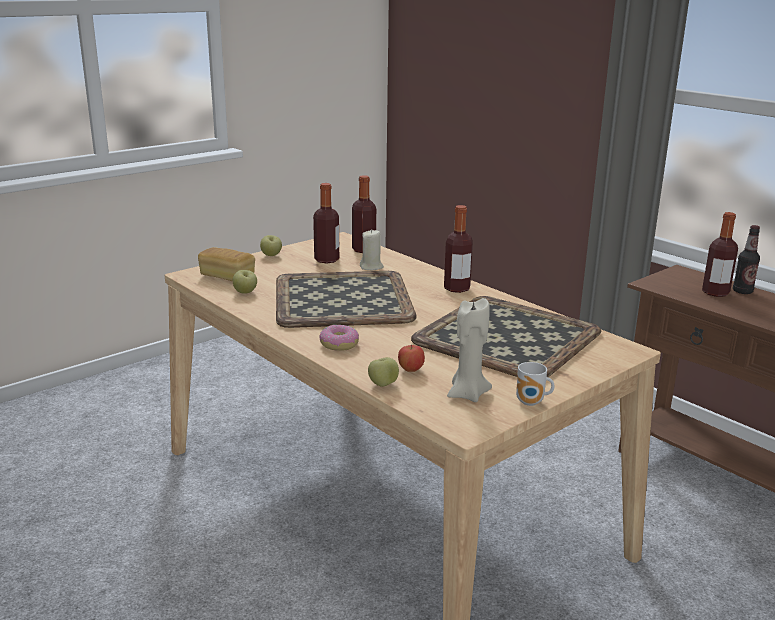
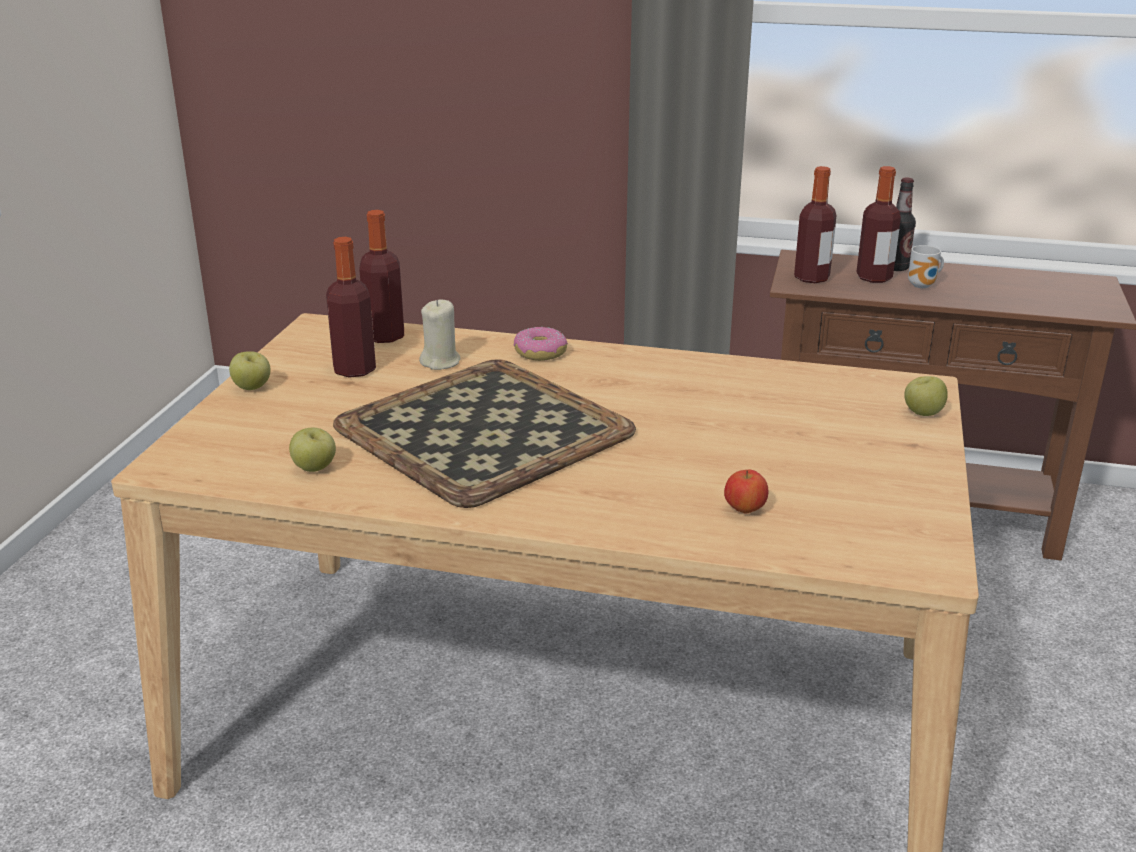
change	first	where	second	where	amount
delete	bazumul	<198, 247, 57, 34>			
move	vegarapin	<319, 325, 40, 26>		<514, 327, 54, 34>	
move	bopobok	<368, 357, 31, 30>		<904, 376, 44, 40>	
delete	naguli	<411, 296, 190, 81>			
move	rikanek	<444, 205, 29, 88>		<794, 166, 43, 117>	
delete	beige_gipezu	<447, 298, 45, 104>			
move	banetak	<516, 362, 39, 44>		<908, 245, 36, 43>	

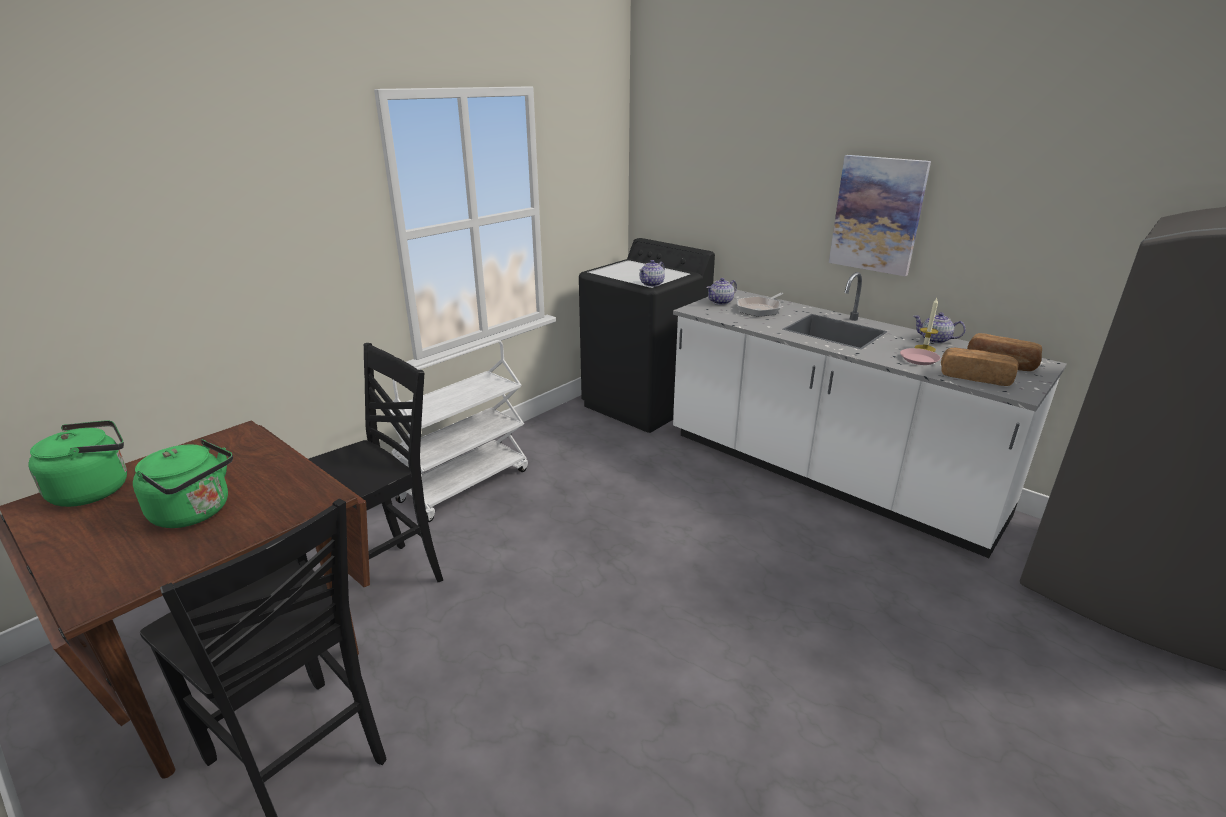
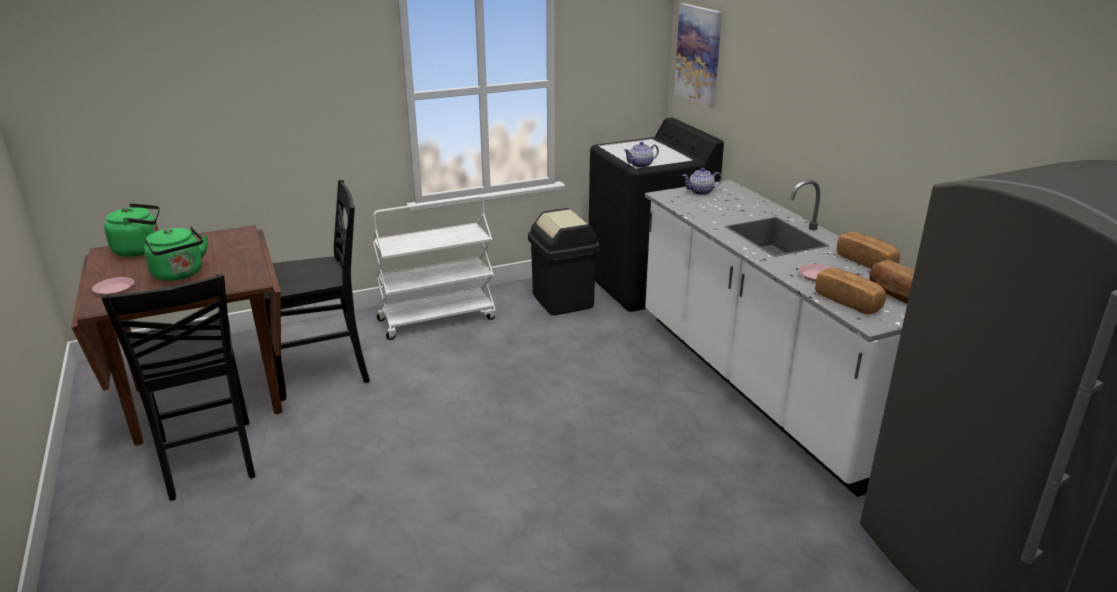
change	first	where	second	where	amount
delete	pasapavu	<737, 293, 46, 24>			
move	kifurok	<829, 155, 102, 121>		<674, 3, 48, 105>	
replace	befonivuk	<913, 312, 53, 32>	bazumul	<837, 231, 63, 38>	
delete	gipezu	<914, 298, 25, 54>			
insert			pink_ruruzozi	<92, 277, 42, 18>	
insert			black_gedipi	<528, 208, 71, 107>	

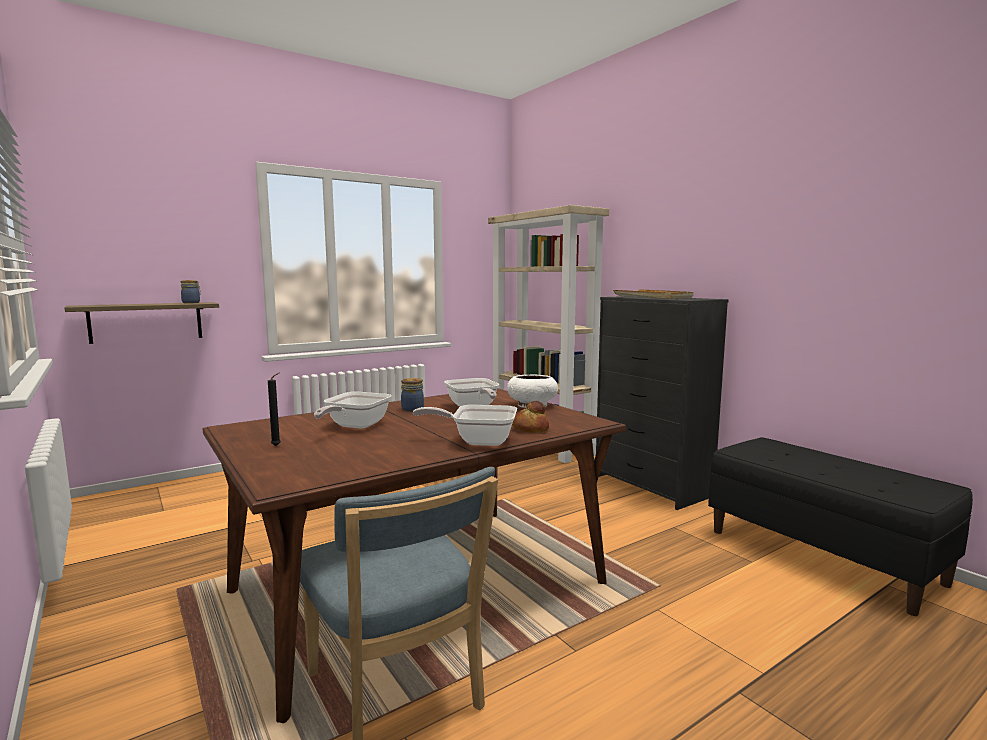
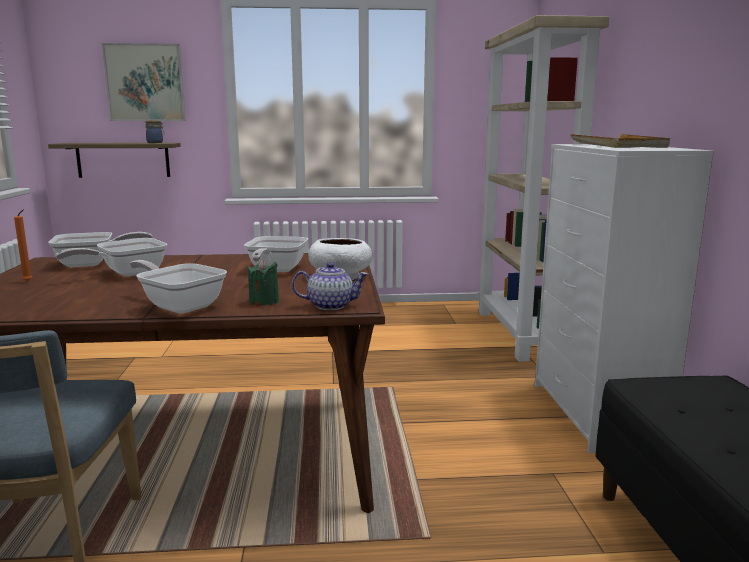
change	first	where	second	where	amount
recolor	black_gipezu	<268, 372, 13, 74>	orange_gipezu	<14, 210, 18, 71>	
delete	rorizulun	<401, 378, 23, 34>			
replace	bazumul	<512, 401, 37, 32>	green_gipezu	<248, 259, 31, 46>	
recolor	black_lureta	<596, 296, 133, 214>	white_lureta	<535, 144, 179, 309>	
insert			pasapavu	<48, 232, 104, 35>	
insert			kifurok	<102, 43, 84, 78>	
insert			befonivuk	<292, 262, 76, 48>	

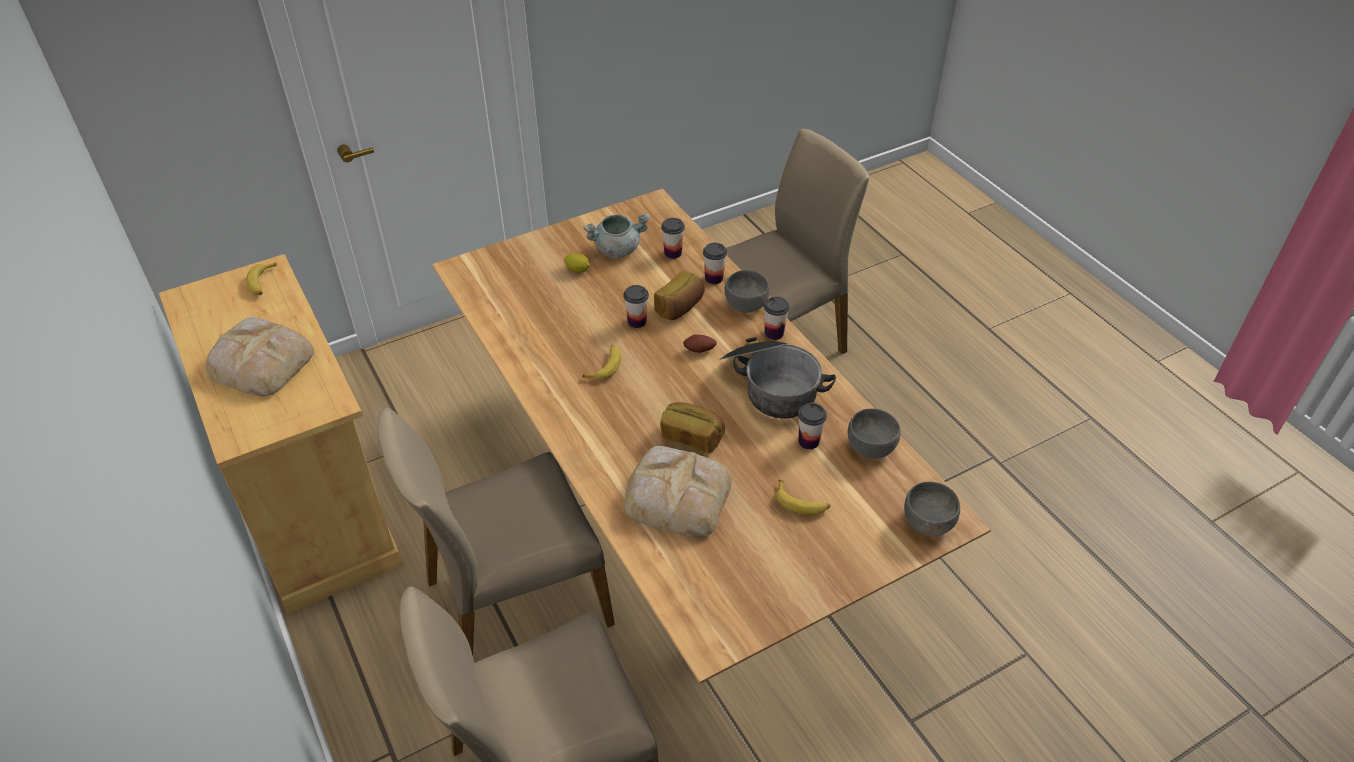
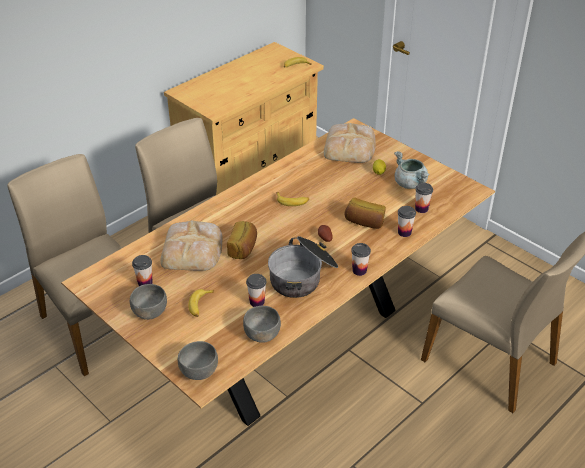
change	first	where	second	where	amount
move	bazumul	<205, 317, 109, 79>		<324, 123, 52, 40>	
move	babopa	<623, 285, 26, 43>		<132, 255, 21, 31>	
move	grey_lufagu	<724, 270, 46, 43>		<130, 284, 37, 36>	

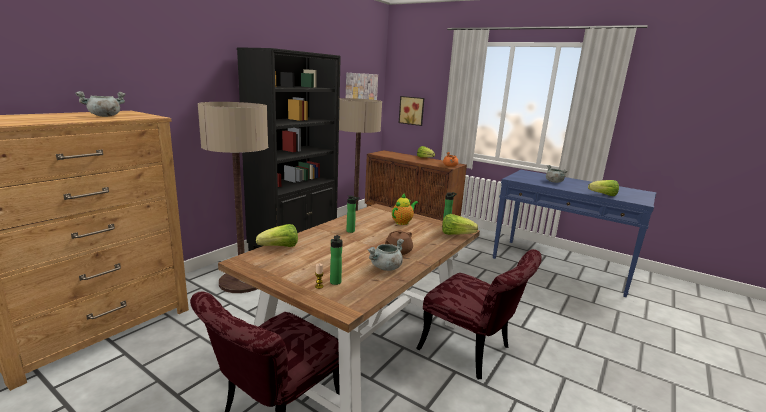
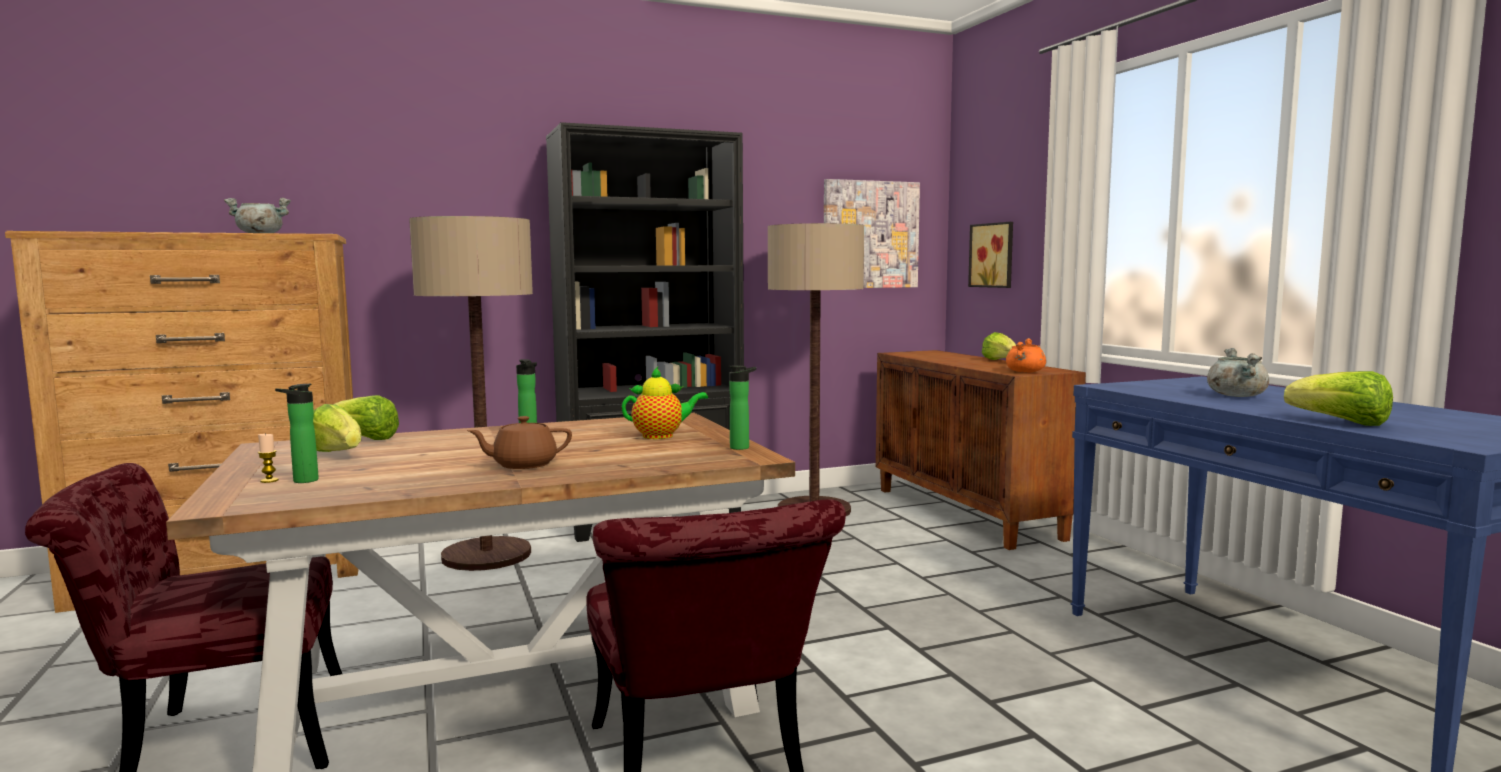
change	first	where	second	where	amount
delete	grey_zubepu	<367, 239, 37, 32>			
move	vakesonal	<442, 214, 36, 21>		<313, 404, 48, 48>	

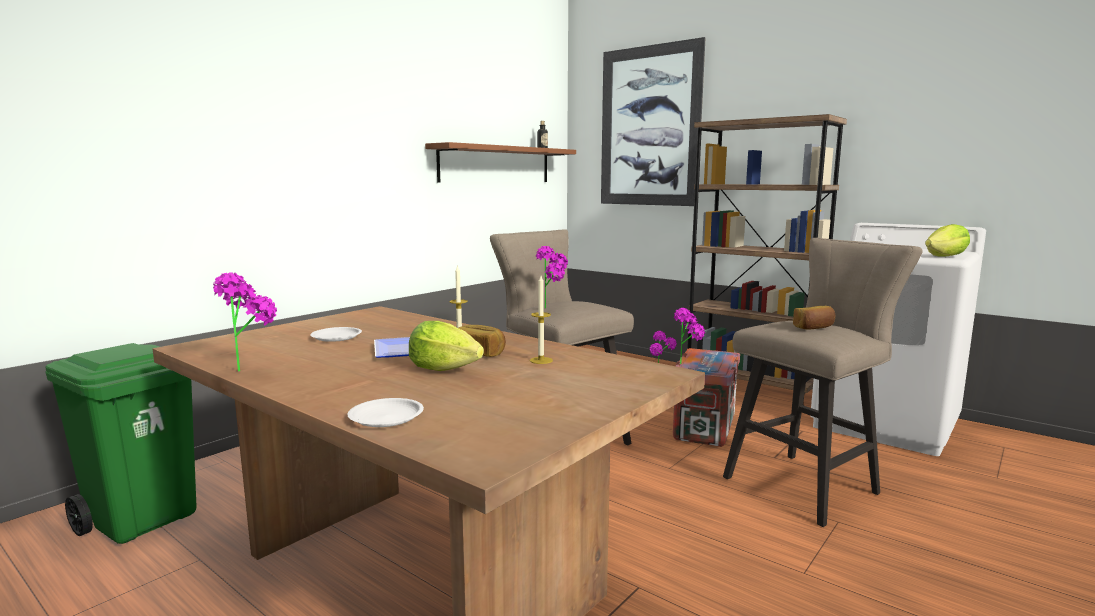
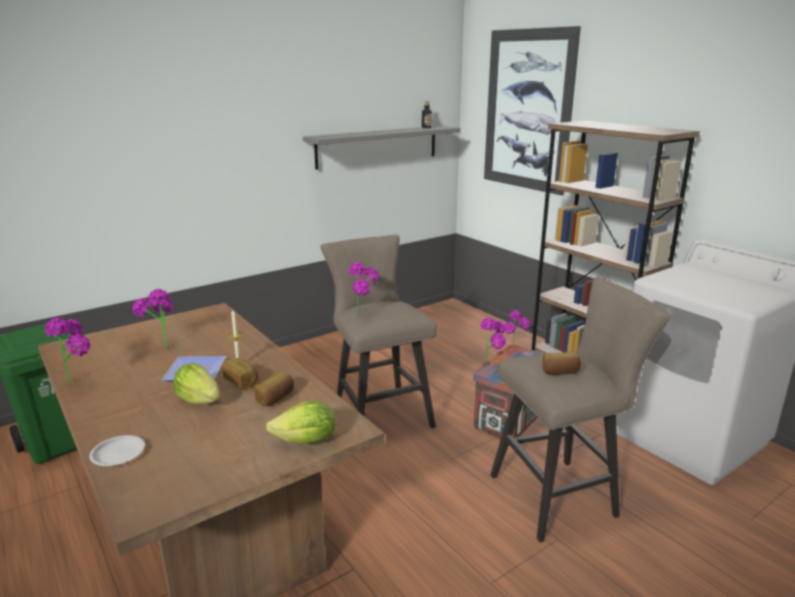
change	first	where	second	where	amount
replace	white_ruruzozi	<310, 327, 52, 15>	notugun	<132, 289, 42, 59>	
recolor	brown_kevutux	<425, 142, 151, 40>	grey_kevutux	<303, 126, 158, 44>	
replace	gipezu	<530, 276, 23, 88>	bazumul	<254, 372, 40, 34>	
move	vakesonal	<925, 224, 45, 33>		<266, 401, 70, 43>	

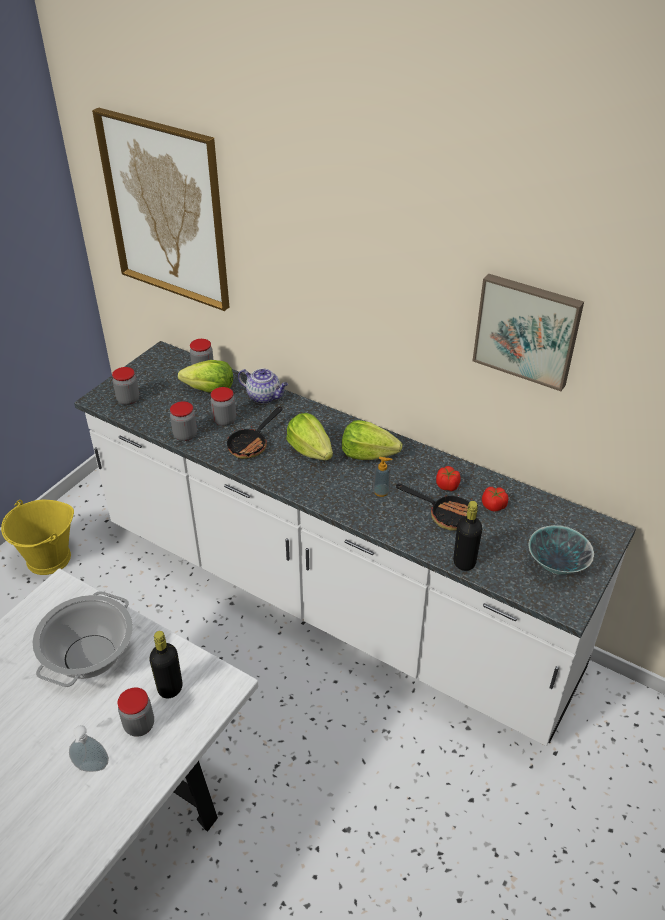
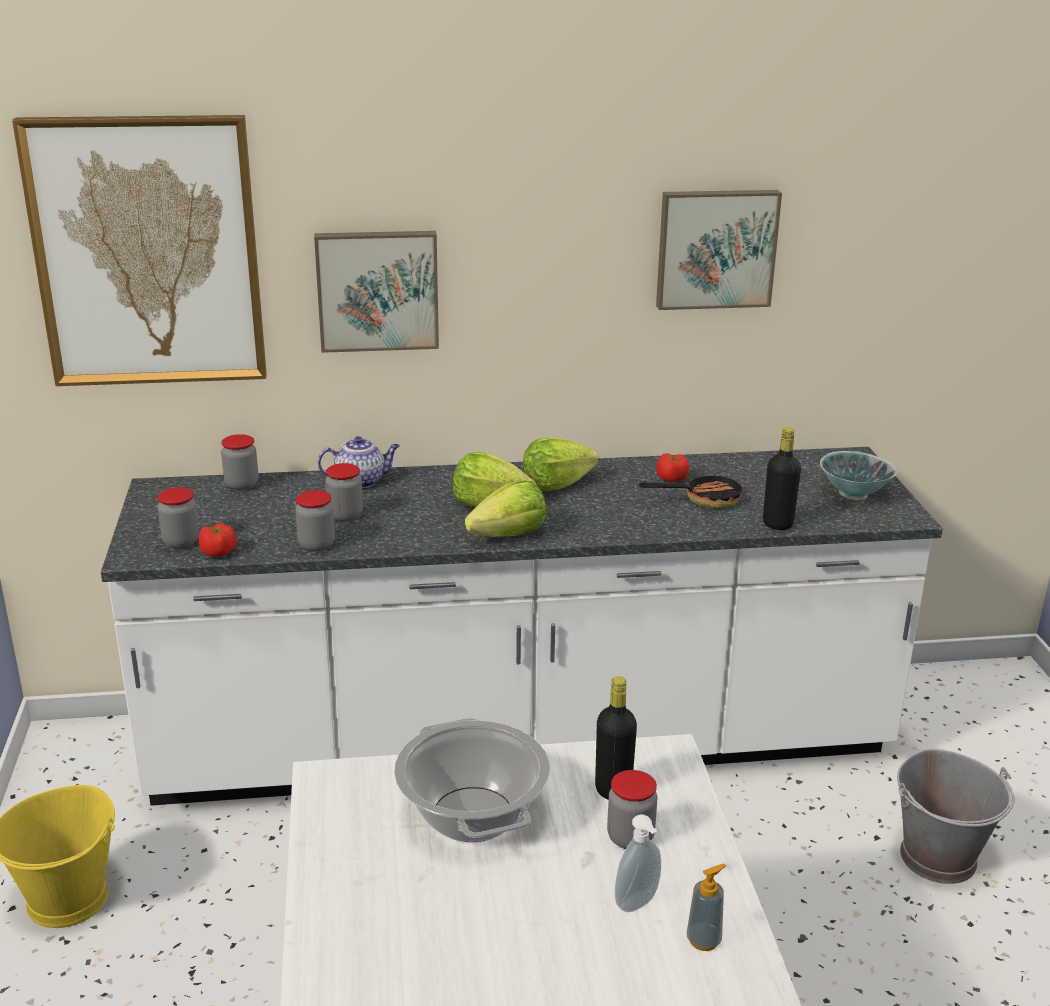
change	first	where	second	where	amount
move	vakesonal	<178, 360, 55, 33>		<465, 480, 81, 57>	
delete	pasapavu	<227, 406, 56, 53>			
move	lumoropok	<373, 457, 19, 40>		<687, 864, 40, 87>	
move	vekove	<482, 487, 26, 25>		<199, 523, 37, 34>	
insert			kifurok	<314, 231, 125, 122>	
insert			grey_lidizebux	<897, 749, 118, 135>	

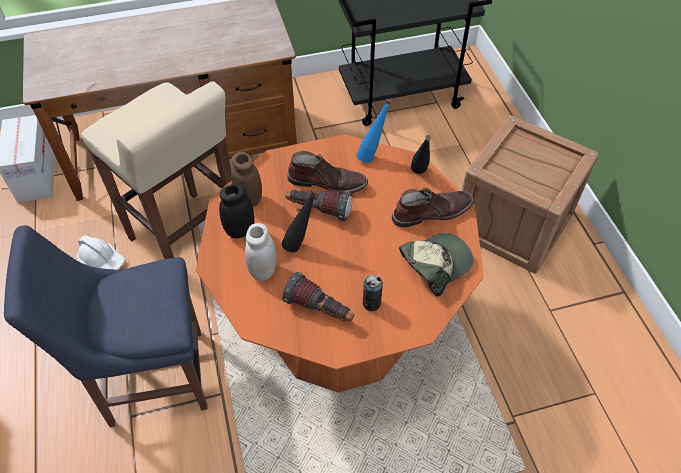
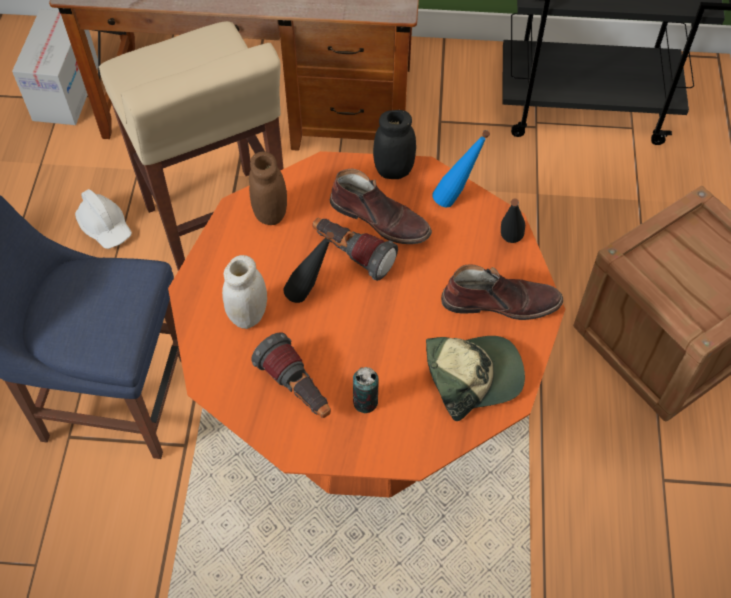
change	first	where	second	where	amount
move	black_rorizulun	<219, 184, 36, 54>		<373, 110, 43, 69>	

